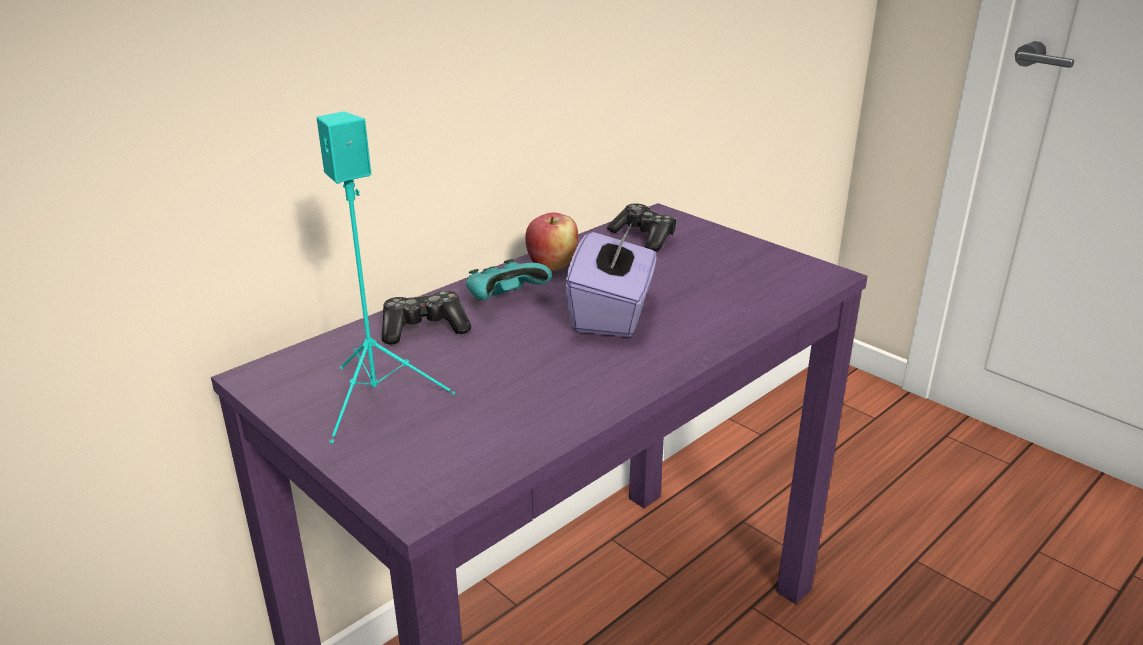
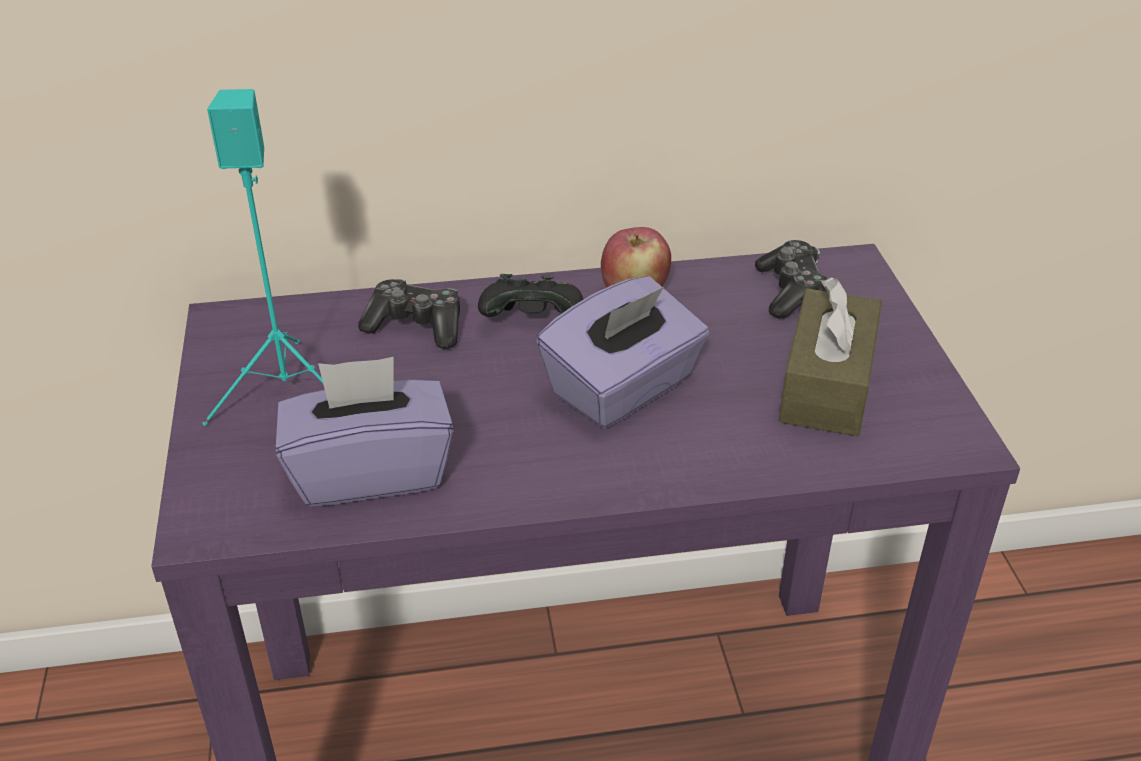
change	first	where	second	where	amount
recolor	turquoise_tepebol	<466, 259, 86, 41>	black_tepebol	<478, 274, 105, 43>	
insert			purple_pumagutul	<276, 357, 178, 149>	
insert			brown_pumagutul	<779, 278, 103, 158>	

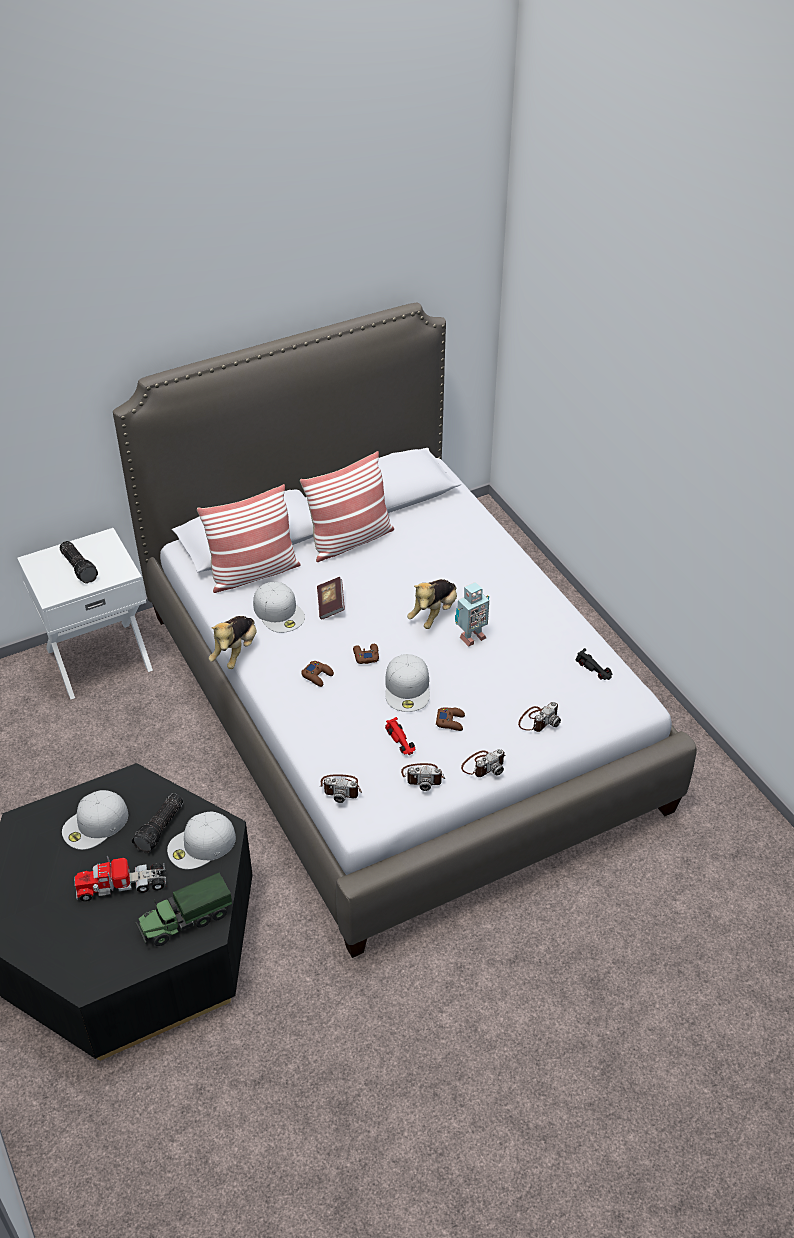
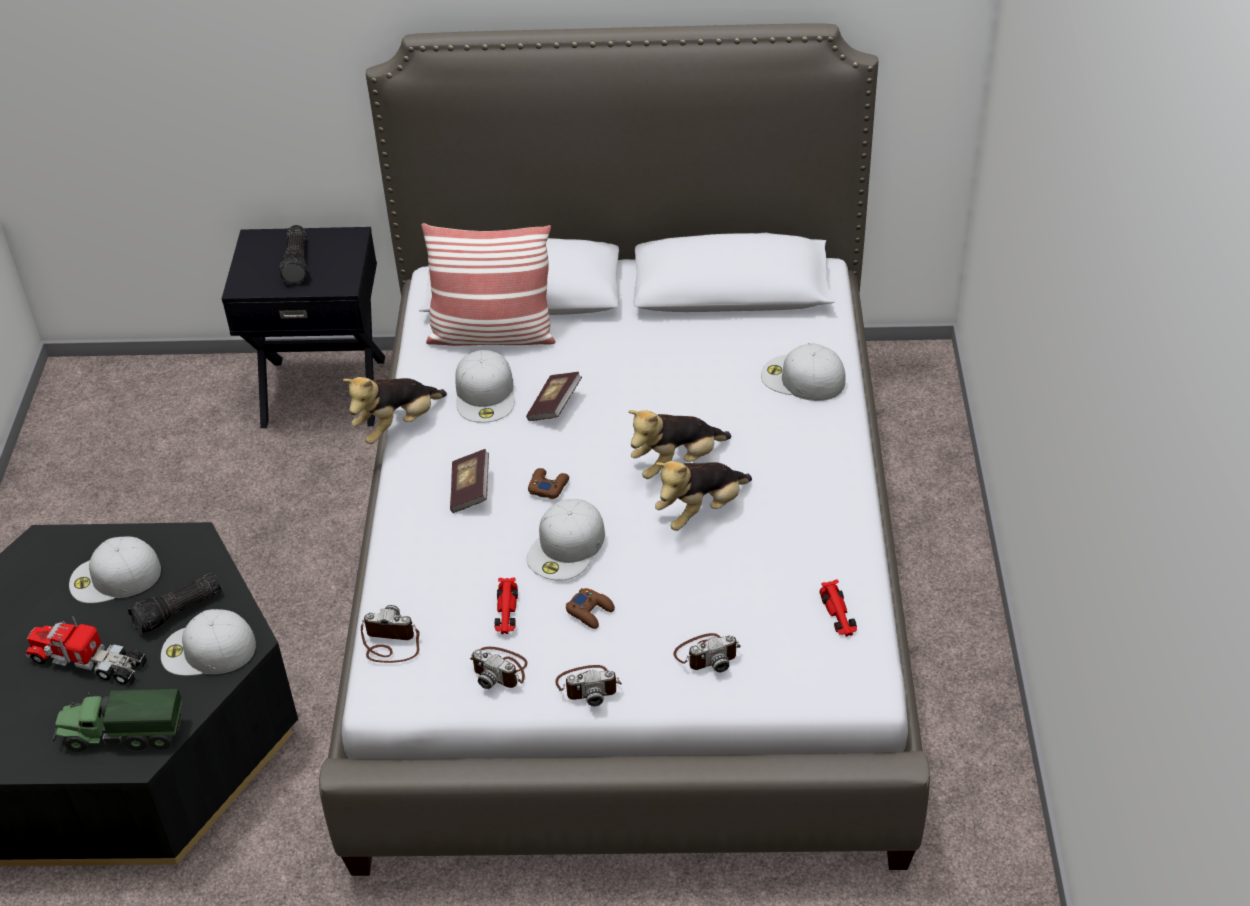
change	first	where	second	where	amount
recolor	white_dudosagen	<17, 528, 136, 171>	black_dudosagen	<222, 227, 163, 201>	
delete	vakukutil	<300, 451, 94, 111>			
replace	brown_tepebol	<301, 661, 33, 26>	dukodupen	<450, 449, 39, 64>	
rotate	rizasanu	<321, 774, 41, 29>		<361, 605, 59, 58>	150 degrees clockwise
replace	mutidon	<455, 582, 34, 65>	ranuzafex	<655, 461, 97, 70>	
recolor	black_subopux	<575, 648, 37, 32>	red_subopux	<819, 580, 38, 57>	
insert			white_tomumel	<761, 343, 85, 58>	

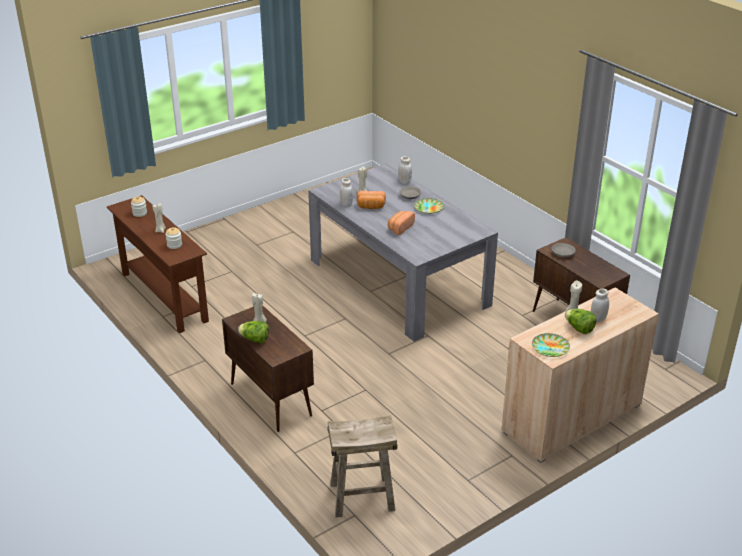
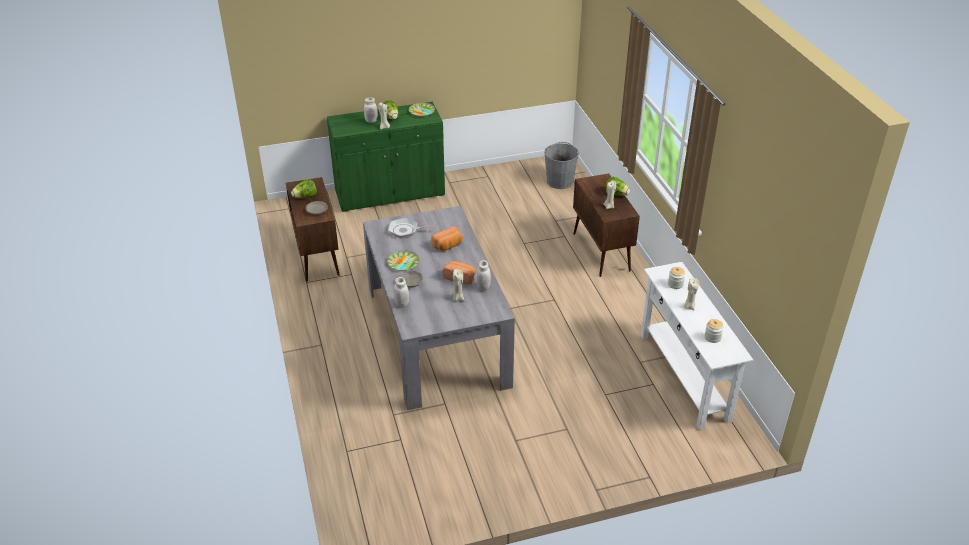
change	first	where	second	where	amount
recolor	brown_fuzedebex	<107, 195, 102, 138>	white_fuzedebex	<641, 262, 112, 168>	
replace	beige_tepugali	<327, 415, 71, 102>	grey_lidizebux	<544, 142, 35, 47>	
recolor	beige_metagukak	<501, 287, 158, 176>	green_metagukak	<327, 102, 118, 110>	
insert			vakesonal	<291, 180, 26, 18>	
insert			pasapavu	<388, 218, 50, 20>	

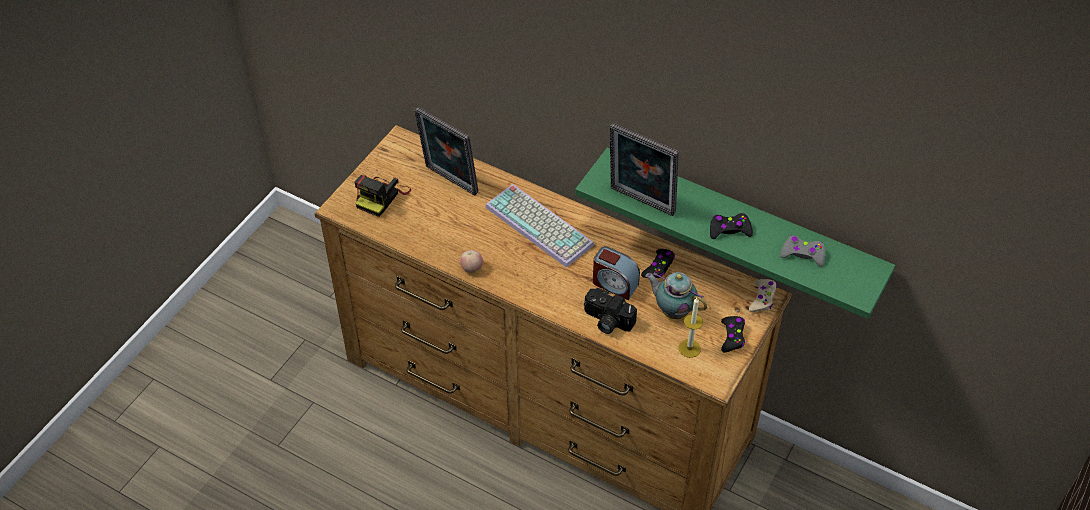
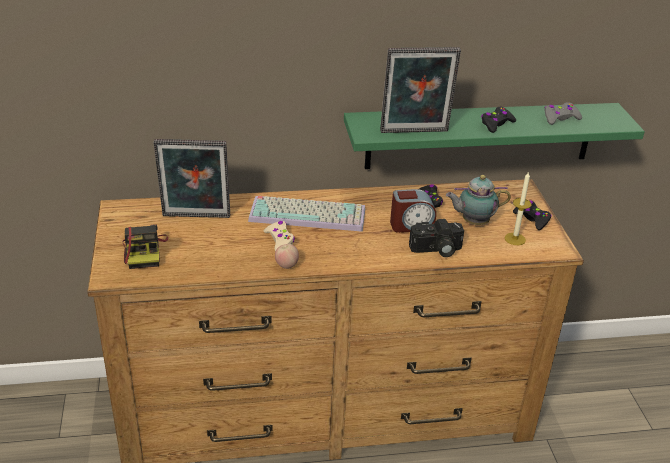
change	first	where	second	where	amount
move	beige_tepebol	<749, 279, 28, 33>		<263, 221, 32, 30>	

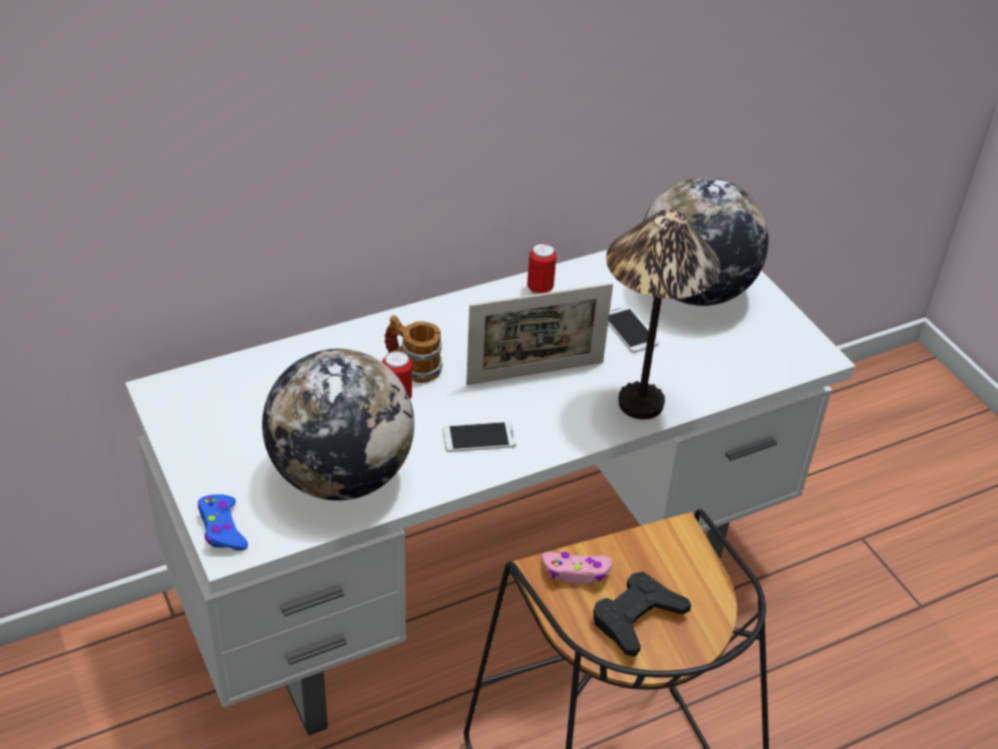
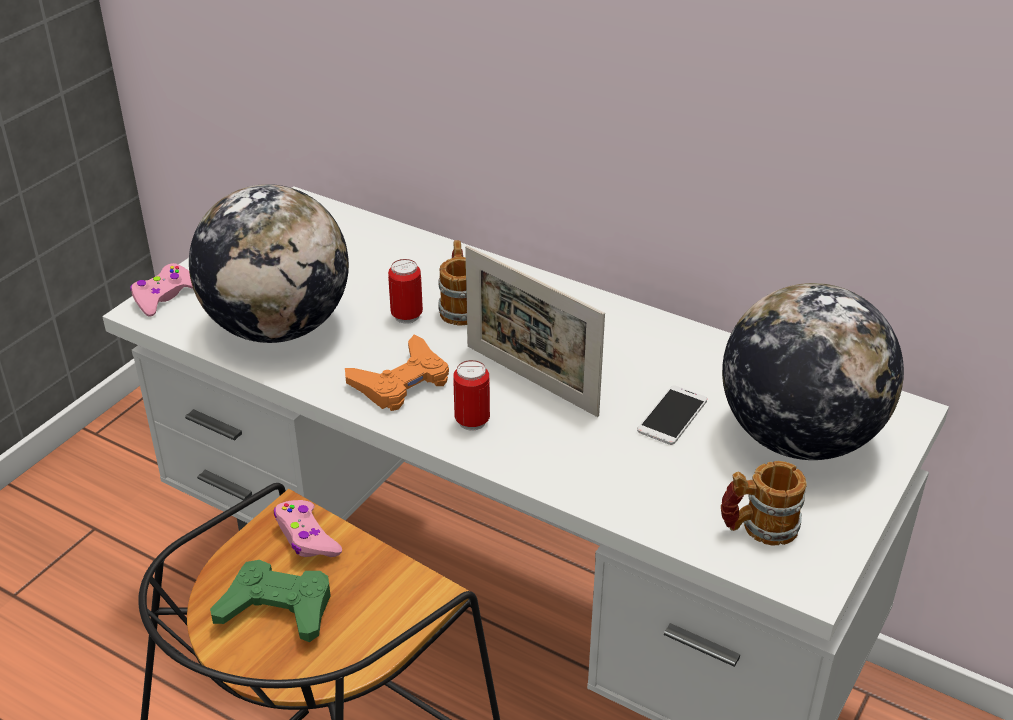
change	first	where	second	where	amount
recolor	blue_tepebol	<198, 494, 50, 57>	pink_tepebol	<130, 263, 63, 54>	
replace	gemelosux	<442, 422, 74, 30>	orange_tepebol	<345, 335, 104, 76>	
move	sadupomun	<527, 243, 29, 51>		<453, 360, 37, 71>	
recolor	black_tepebol	<593, 572, 98, 85>	green_tepebol	<210, 560, 121, 82>	
delete	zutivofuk	<606, 210, 115, 210>			
insert			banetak	<721, 461, 86, 84>	

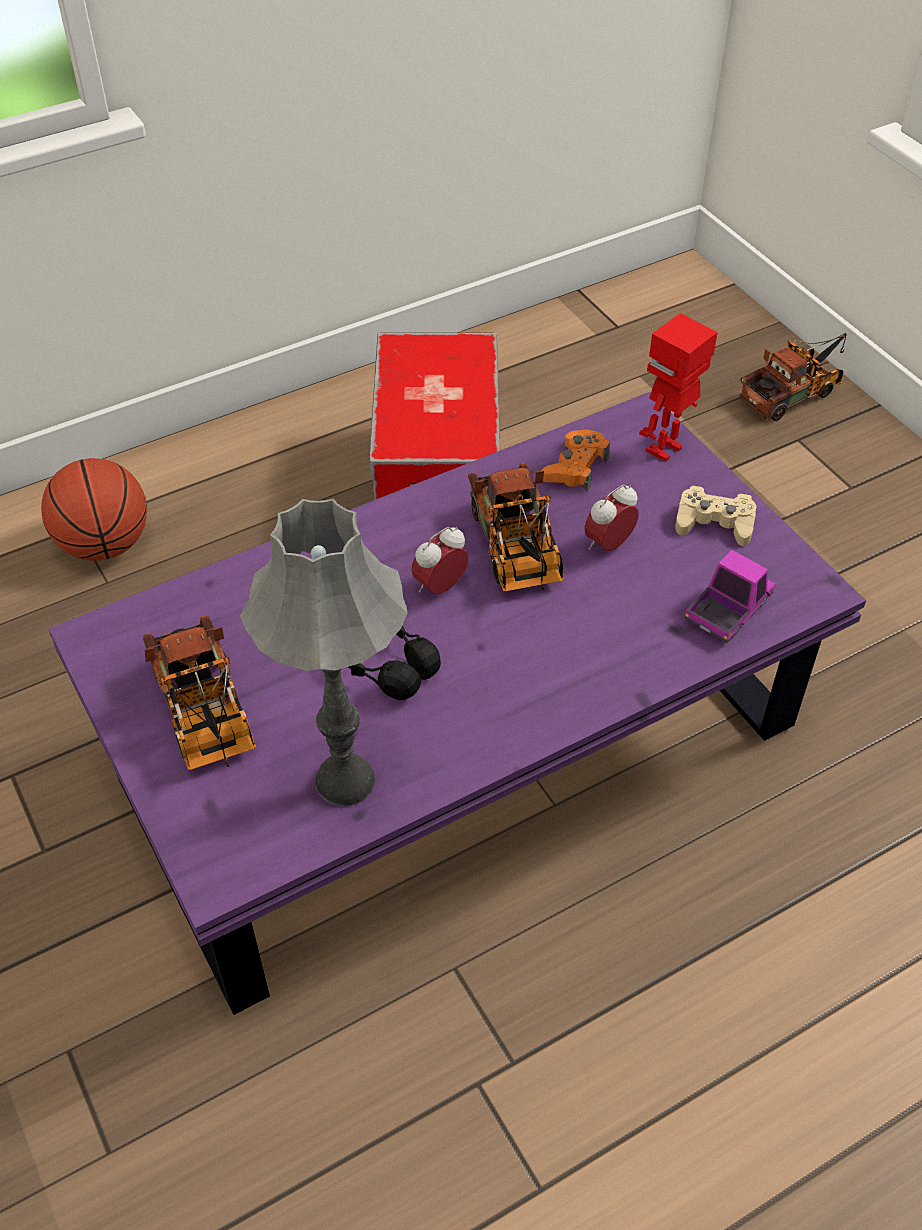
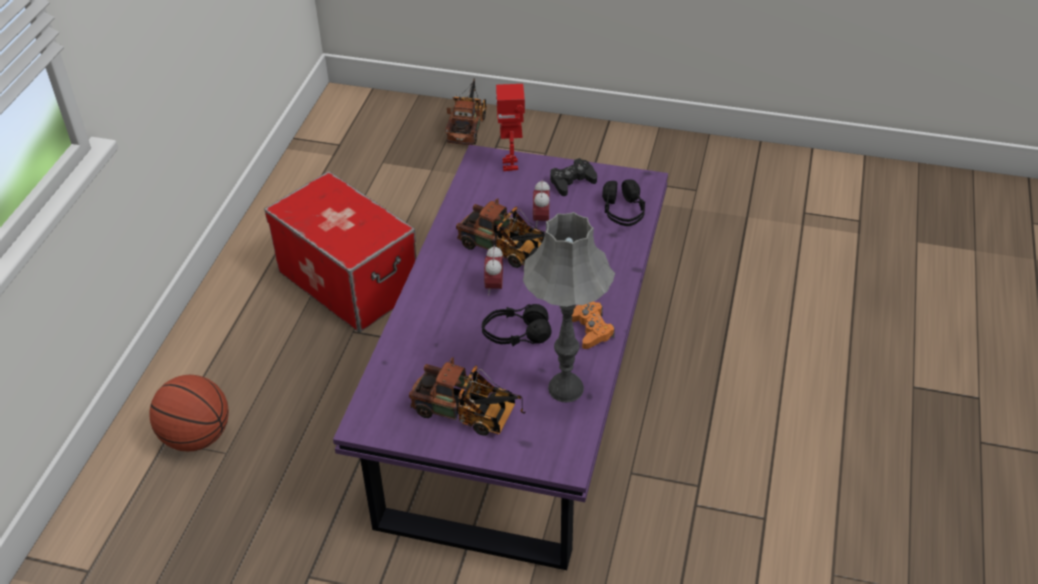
change	first	where	second	where	amount
move	orange_tepebol	<541, 429, 69, 63>		<572, 301, 43, 48>	
recolor	beige_tepebol	<675, 485, 81, 61>	black_tepebol	<550, 158, 47, 38>	
replace	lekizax	<684, 550, 91, 93>	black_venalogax	<602, 179, 43, 47>	

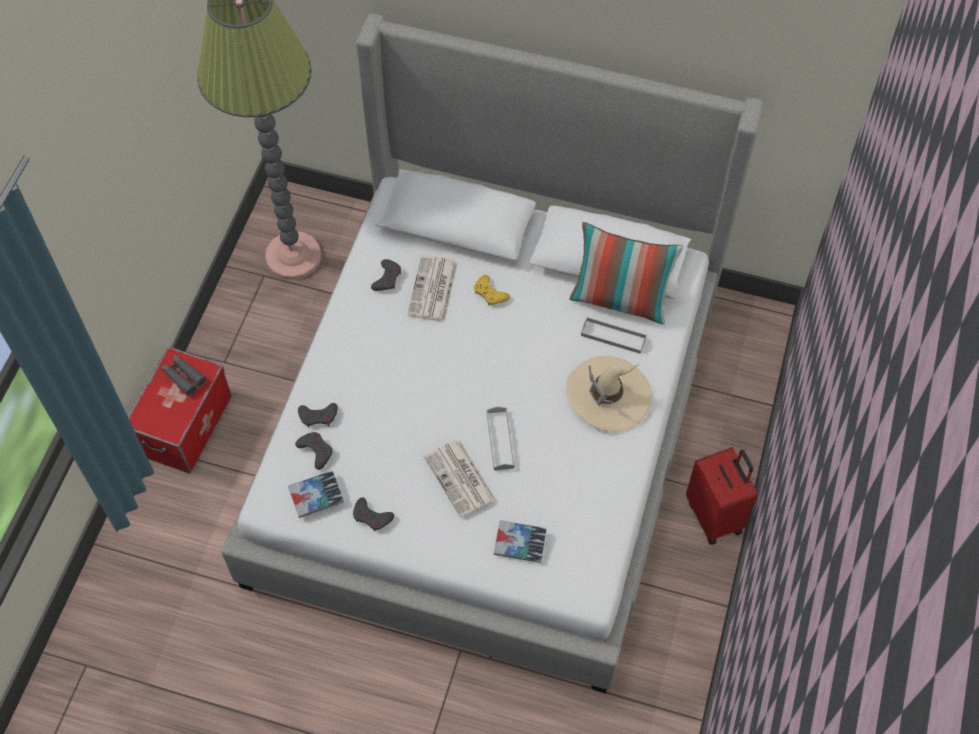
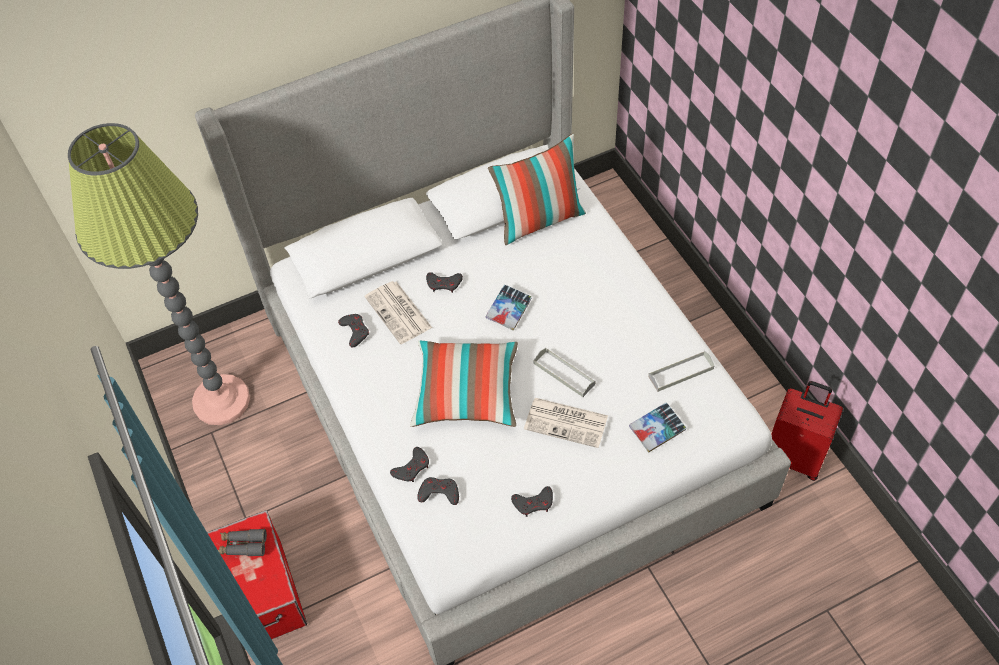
change	first	where	second	where	amount
move	dukodupen	<288, 470, 56, 48>		<485, 285, 47, 46>	
recolor	yellow_tepebol	<474, 275, 36, 31>	grey_tepebol	<426, 272, 37, 21>	
delete	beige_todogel	<566, 356, 86, 76>			
move	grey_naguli	<581, 317, 66, 37>		<648, 351, 66, 41>	
move	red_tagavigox	<686, 447, 72, 98>		<771, 381, 72, 100>	
insert			vakukutil	<410, 341, 108, 86>	

